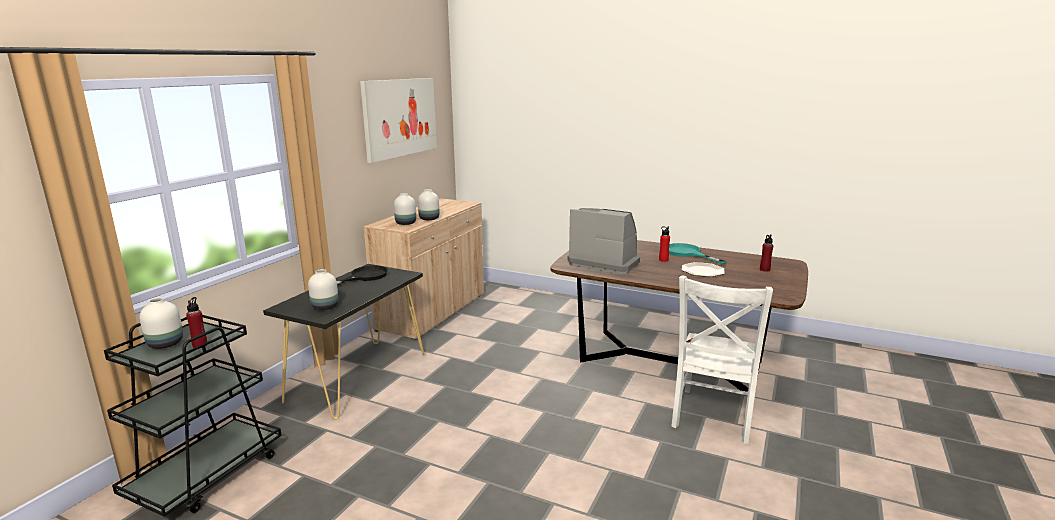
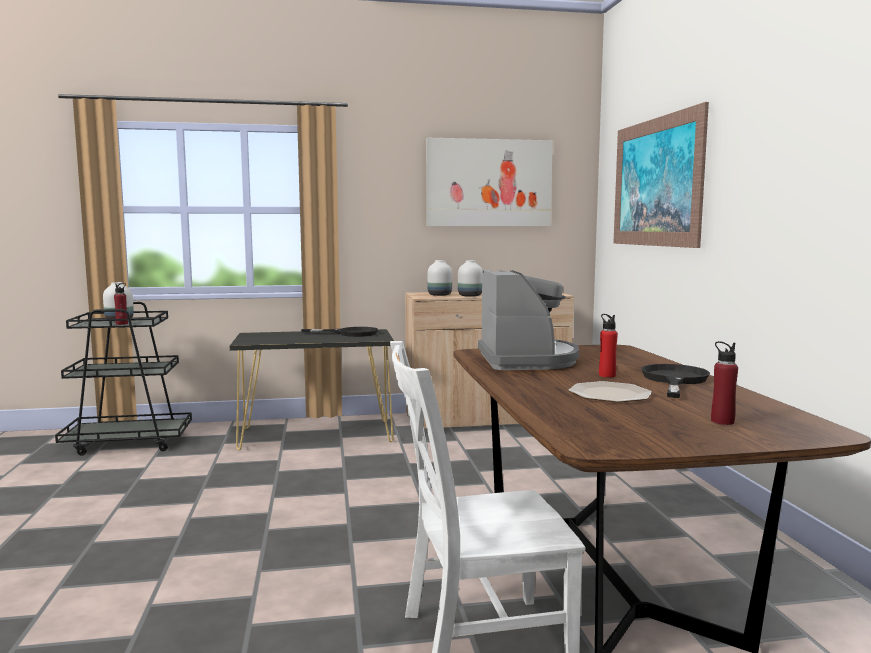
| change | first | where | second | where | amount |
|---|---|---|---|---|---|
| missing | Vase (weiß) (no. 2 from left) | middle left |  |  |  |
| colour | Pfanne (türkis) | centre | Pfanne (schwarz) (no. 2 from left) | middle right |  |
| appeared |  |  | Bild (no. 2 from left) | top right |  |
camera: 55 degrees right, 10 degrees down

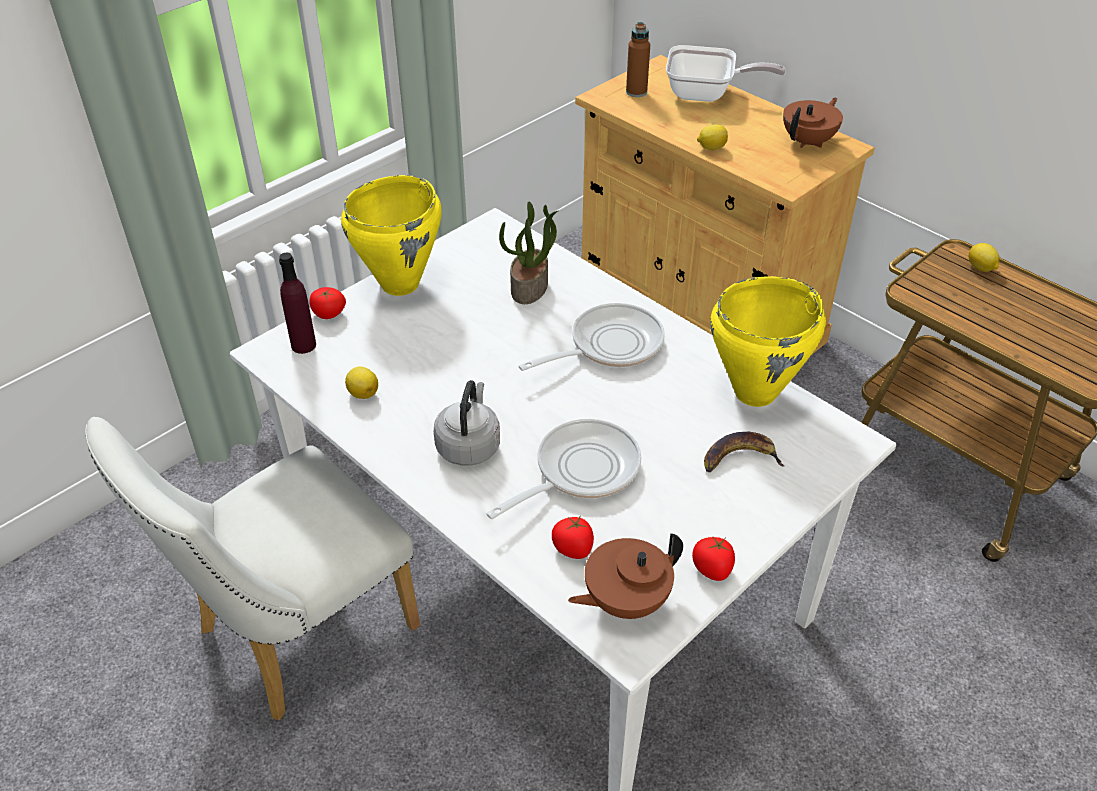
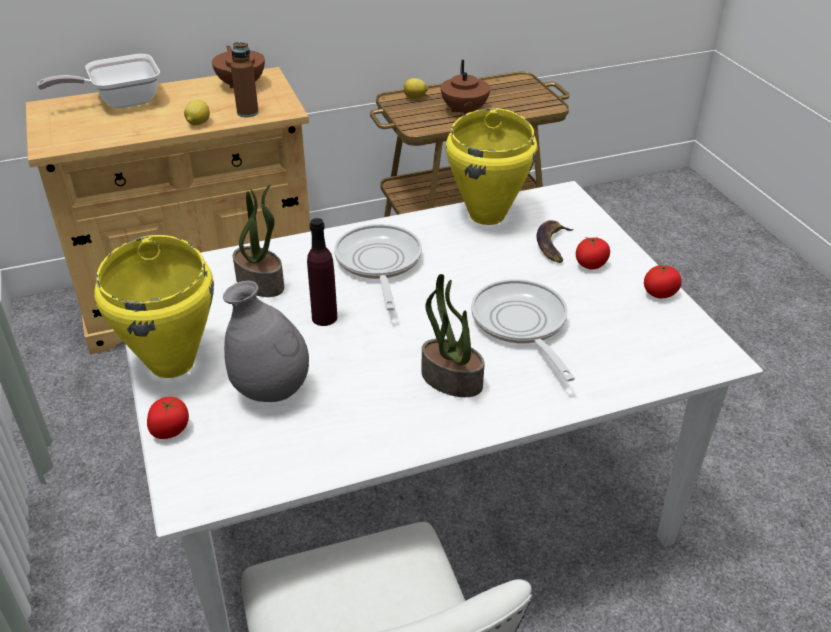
| change | first | where | second | where | amount |
|---|---|---|---|---|---|
| relocated | Flasche (lila) | middle left |  | centre |  |
| missing | Zitrone (no. 1 from left) | middle left |  |  |  |
| exchanged | Wasserkessel (grau) | centre | Topfpflanze (no. 2 from left) | centre |  |
| relocated | Tomate (no. 2 from left) | bottom centre |  | middle right |  |
| relocated | Teekanne (braun) (no. 1 from left in the first image) | bottom centre | Teekanne (braun) (no. 2 from left) | top centre |  |
| relocated | Flasche (braun) | top centre |  | top left |  |
| spun | Pfanne (no. 3 from left in the first image) | top centre | Pfanne (no. 1 from left) | top left | 150 degrees counterclockwise |
| appeared |  |  | Vase (grau) | middle left |  |
camera: 65 degrees left, 5 degrees down

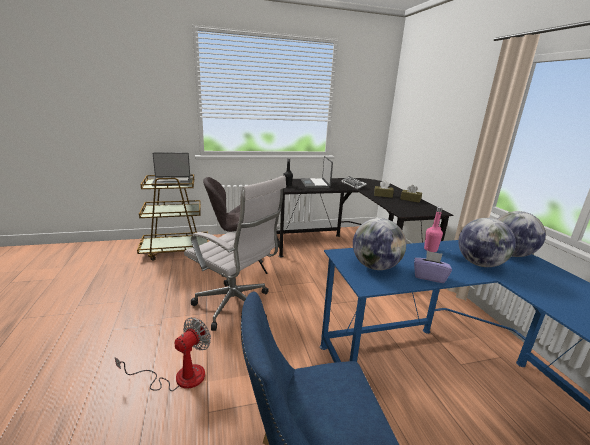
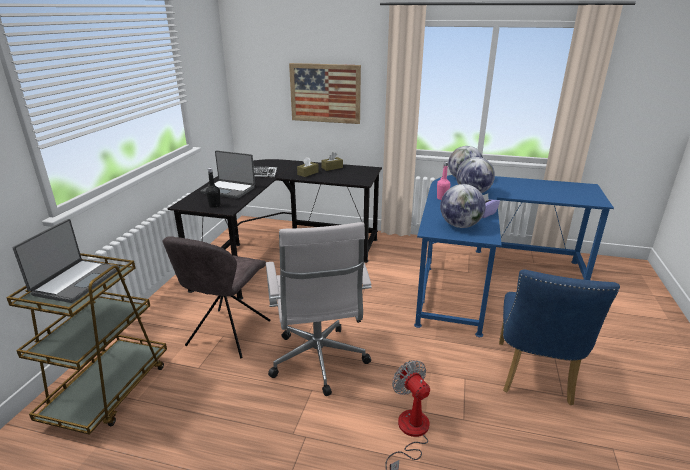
| change | first | where | second | where | amount |
|---|---|---|---|---|---|
| spun | Bürostuhl (weiß) | centre |  | centre | 105 degrees clockwise |
| appeared |  |  | Bild | top centre |  |
camera: 60 degrees left, 5 degrees up

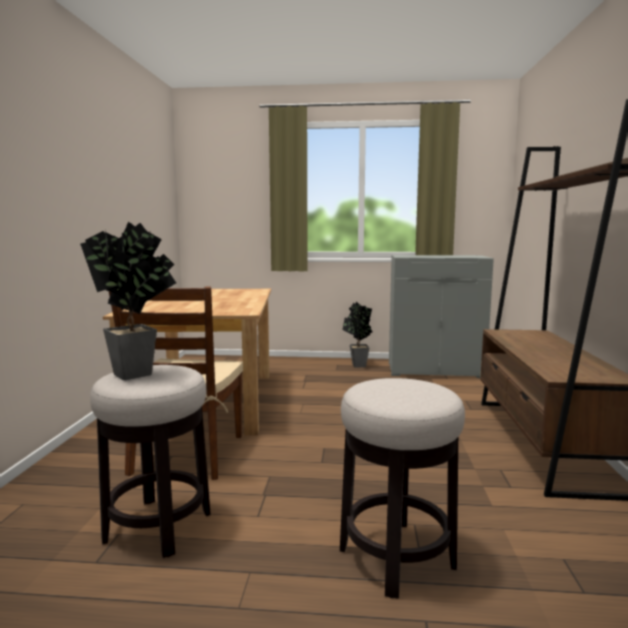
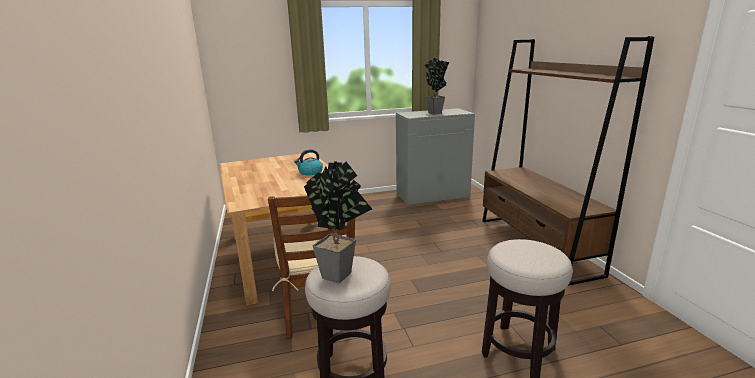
| change | first | where | second | where | amount |
|---|---|---|---|---|---|
| relocated | Topfpflanze (no. 2 from left) | centre |  | top centre |  |
| appeared |  |  | Wasserkessel | centre |  |
camera: 20 degrees left, 10 degrees up

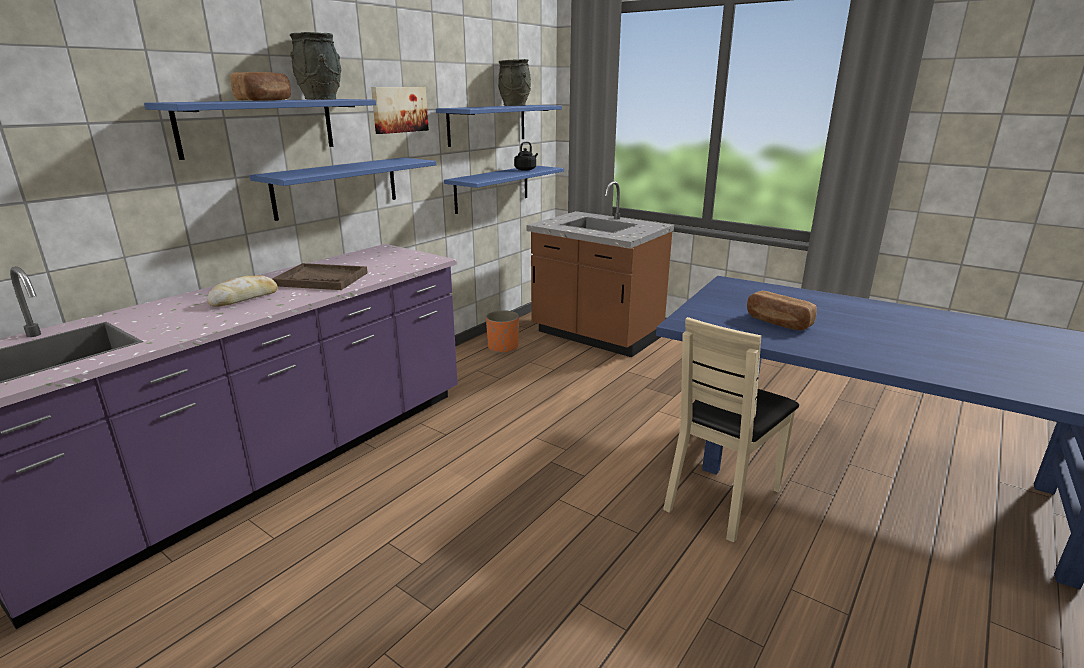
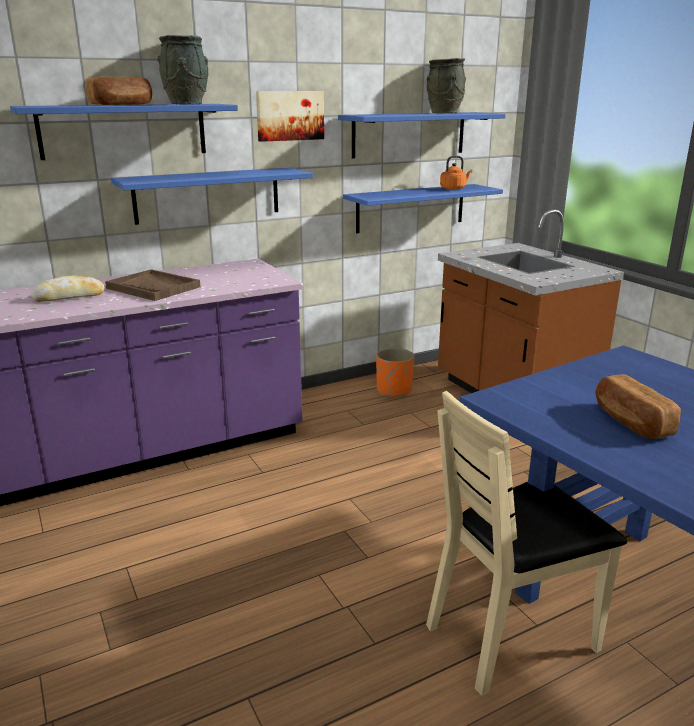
| change | first | where | second | where | amount |
|---|---|---|---|---|---|
| colour | Wasserkessel (schwarz) | top centre | Wasserkessel (orange) | top centre |  |
camera: 25 degrees right, 0 degrees up

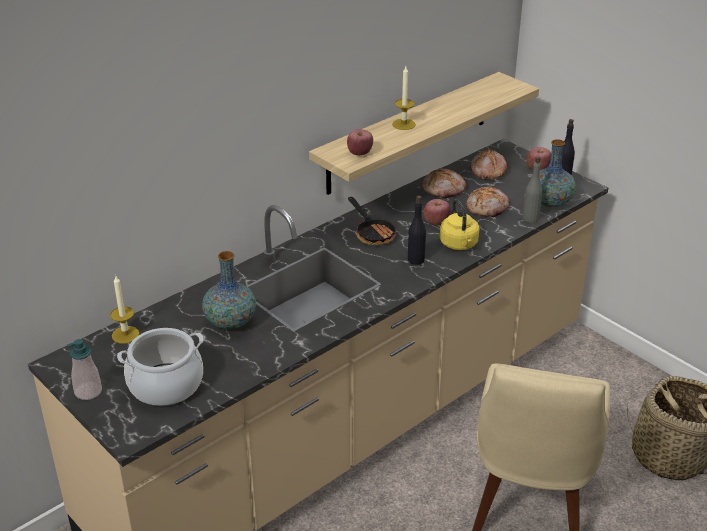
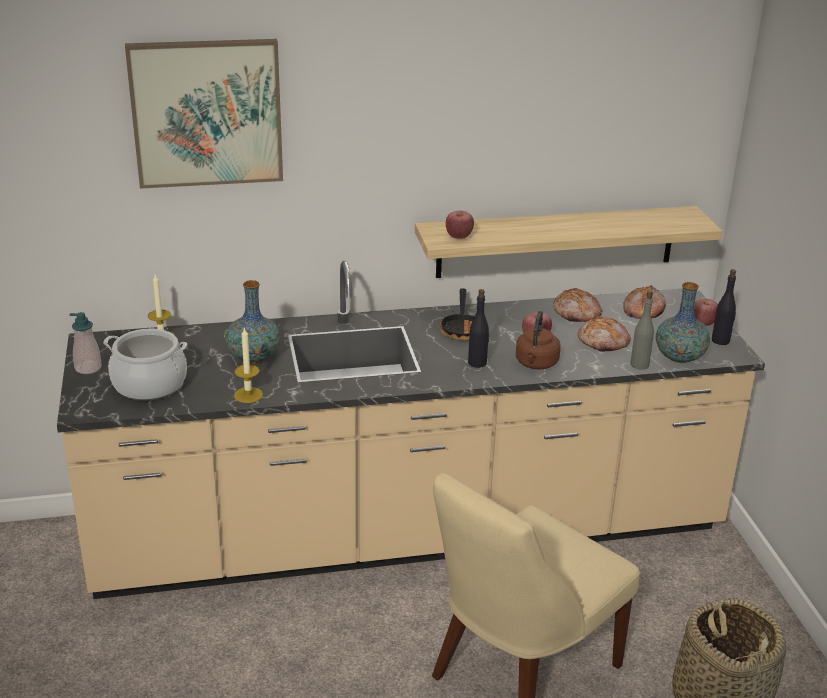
| change | first | where | second | where | amount |
|---|---|---|---|---|---|
| relocated | Kerze (no. 2 from left) | top centre |  | middle left |  |
| colour | Wasserkessel (gelb) | centre | Wasserkessel (braun) | centre |  |
| appeared |  |  | Bild | top left |  |
camera: 30 degrees right, 5 degrees down

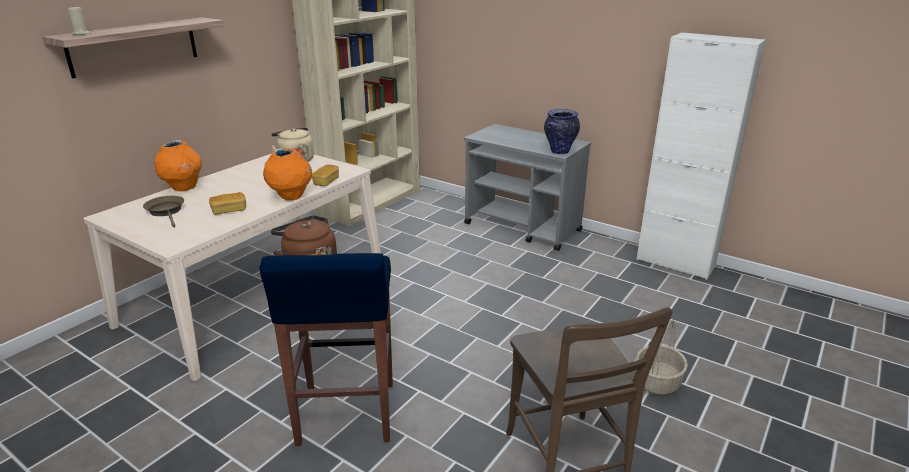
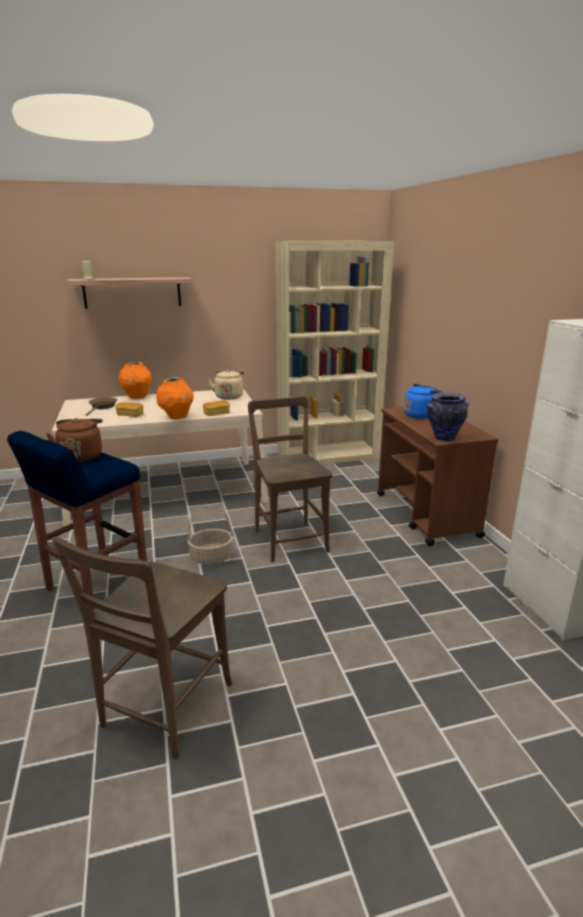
| change | first | where | second | where | amount |
|---|---|---|---|---|---|
| colour | Rollwagen (grau) | centre | Rollwagen (braun) | middle right |  |
| relocated | Korb | bottom right |  | centre |  |
| appeared |  |  | Stuhl (braun) (no. 2 from left) | centre |  |
| appeared |  |  | Wasserkessel (blau) | middle right |  |
camera: 40 degrees right, 5 degrees down

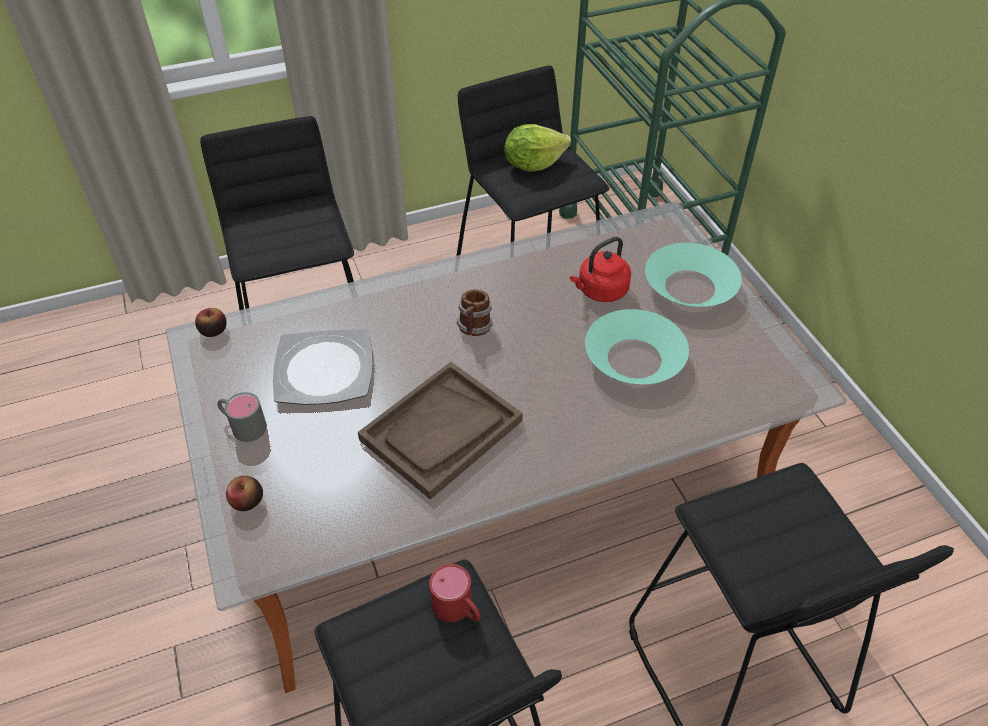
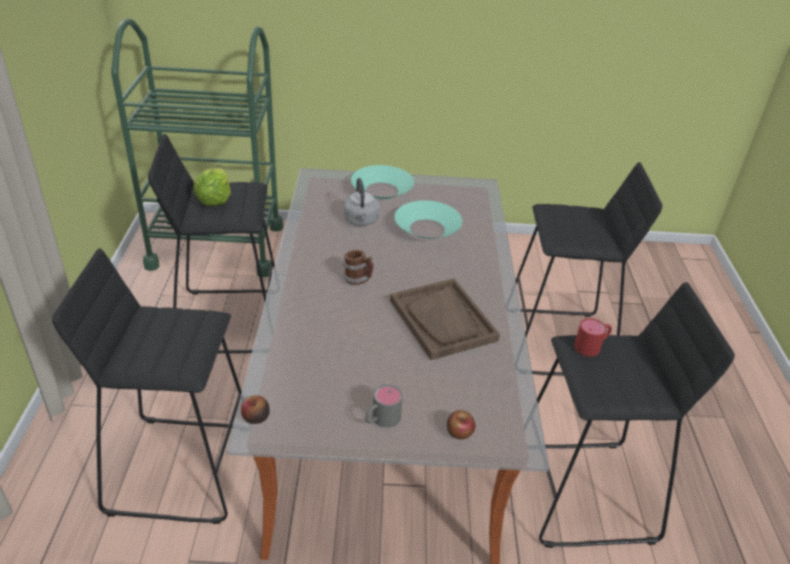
| change | first | where | second | where | amount |
|---|---|---|---|---|---|
| missing | Teller | middle left |  |  |  |
| colour | Wasserkessel (rot) | centre | Wasserkessel (grau) | centre |  |
camera: 70 degrees left, 10 degrees down

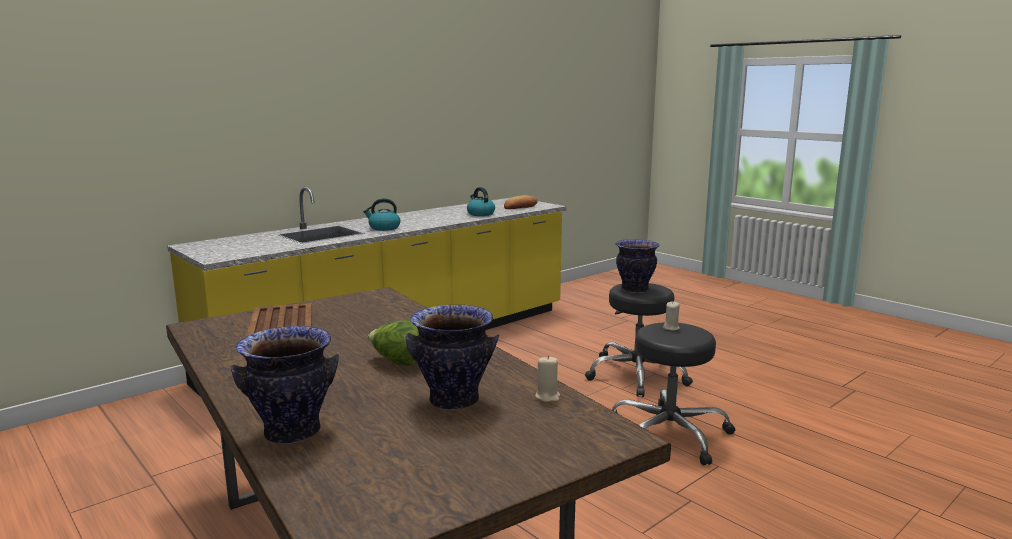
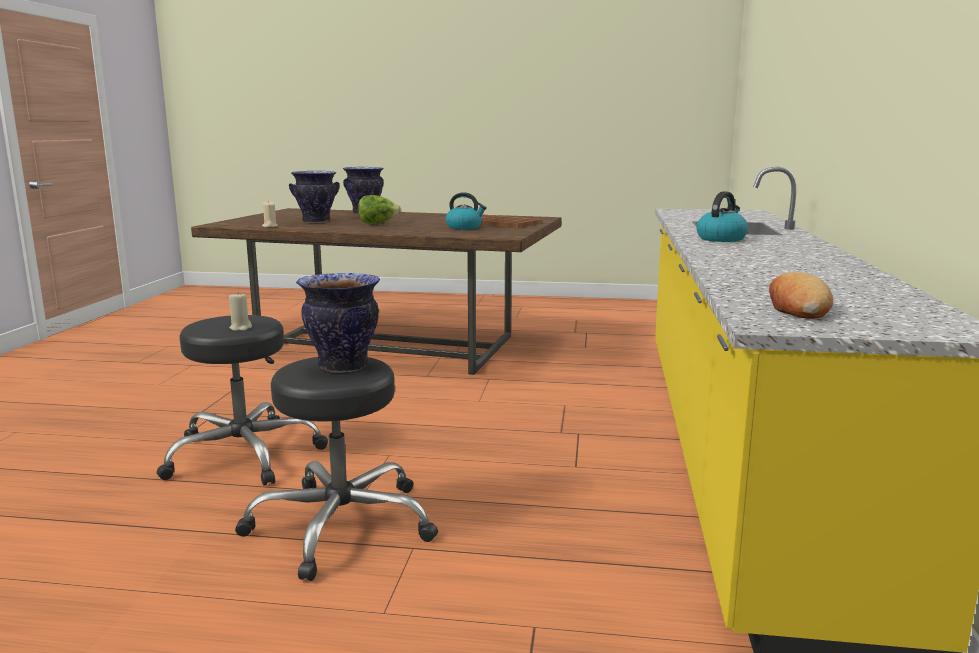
| change | first | where | second | where | amount |
|---|---|---|---|---|---|
| relocated | Wasserkessel (no. 2 from left in the first image) | centre | Wasserkessel (no. 1 from left) | top centre |  |
camera: 140 degrees right, 0 degrees up

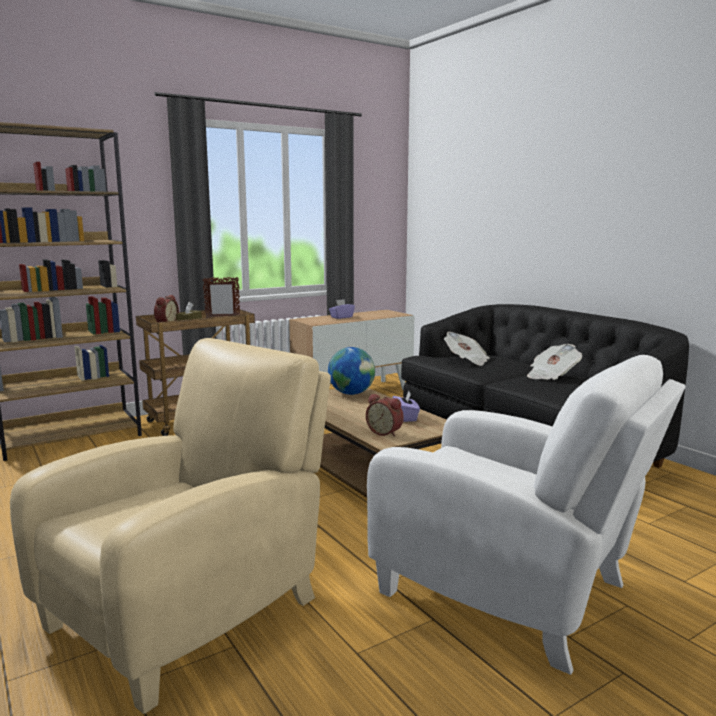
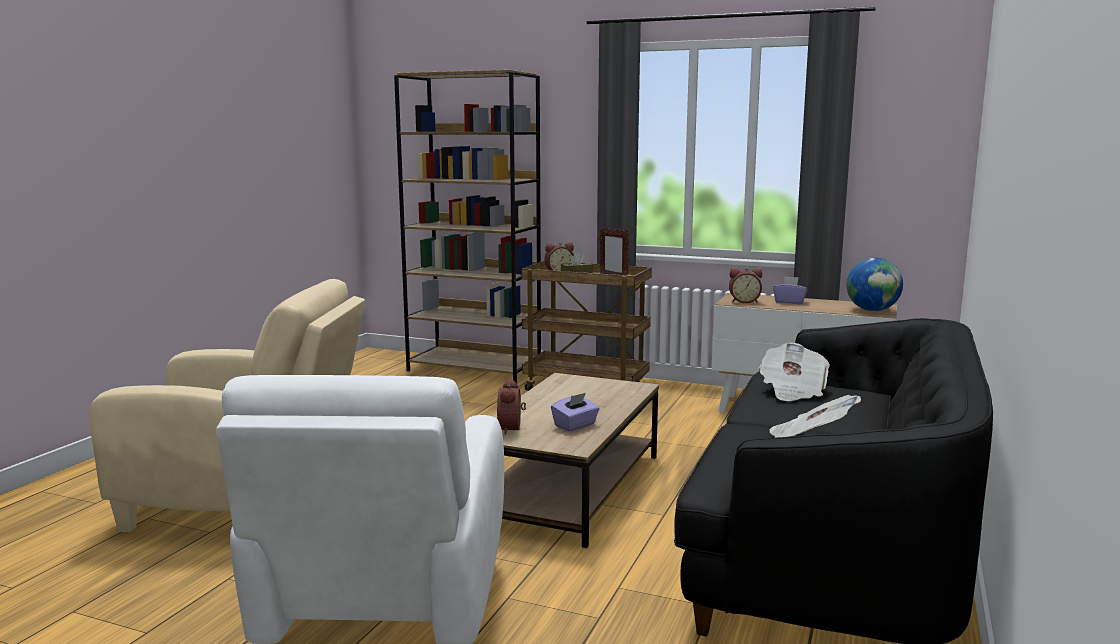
| change | first | where | second | where | amount |
|---|---|---|---|---|---|
| relocated | Globus | centre |  | middle right |  |
| appeared |  |  | Wecker (no. 3 from left) | centre |  |
camera: 55 degrees right, 0 degrees up

